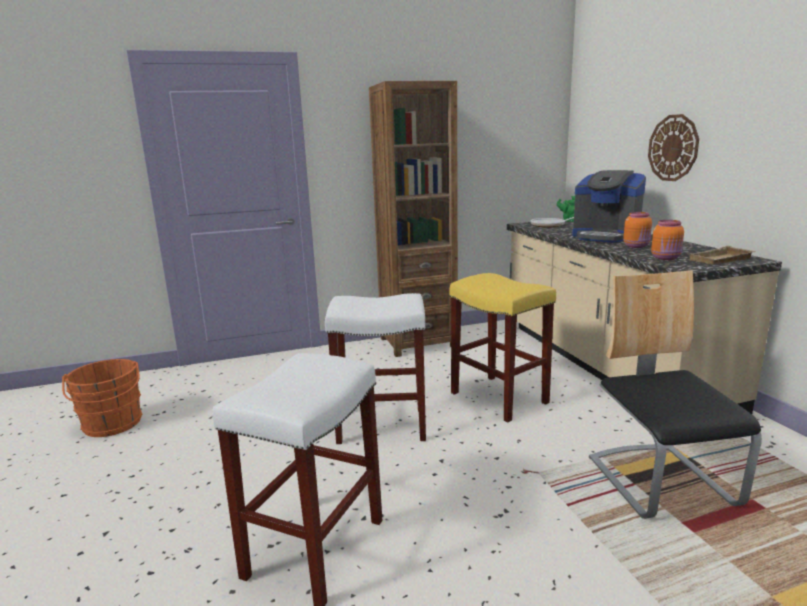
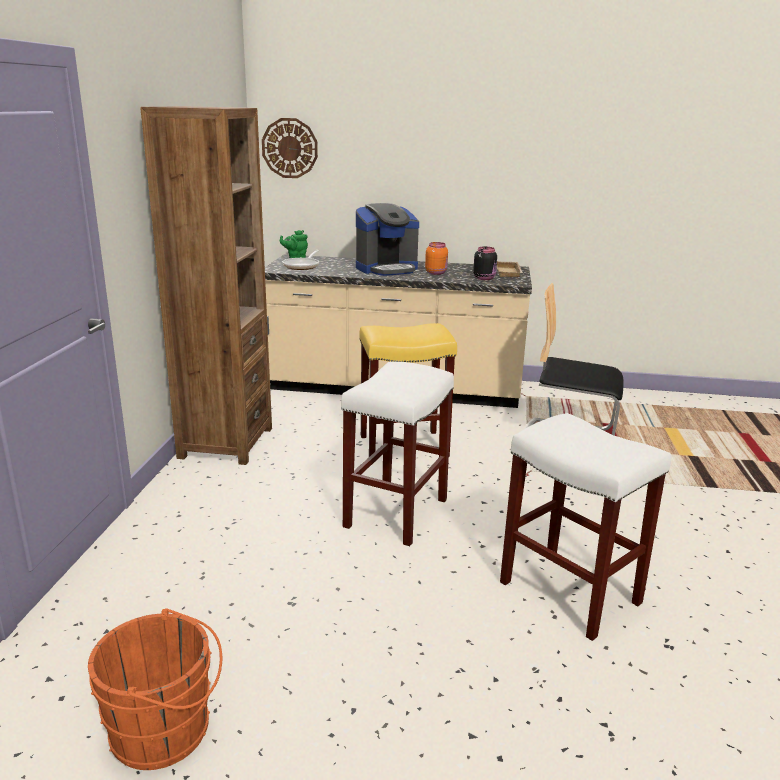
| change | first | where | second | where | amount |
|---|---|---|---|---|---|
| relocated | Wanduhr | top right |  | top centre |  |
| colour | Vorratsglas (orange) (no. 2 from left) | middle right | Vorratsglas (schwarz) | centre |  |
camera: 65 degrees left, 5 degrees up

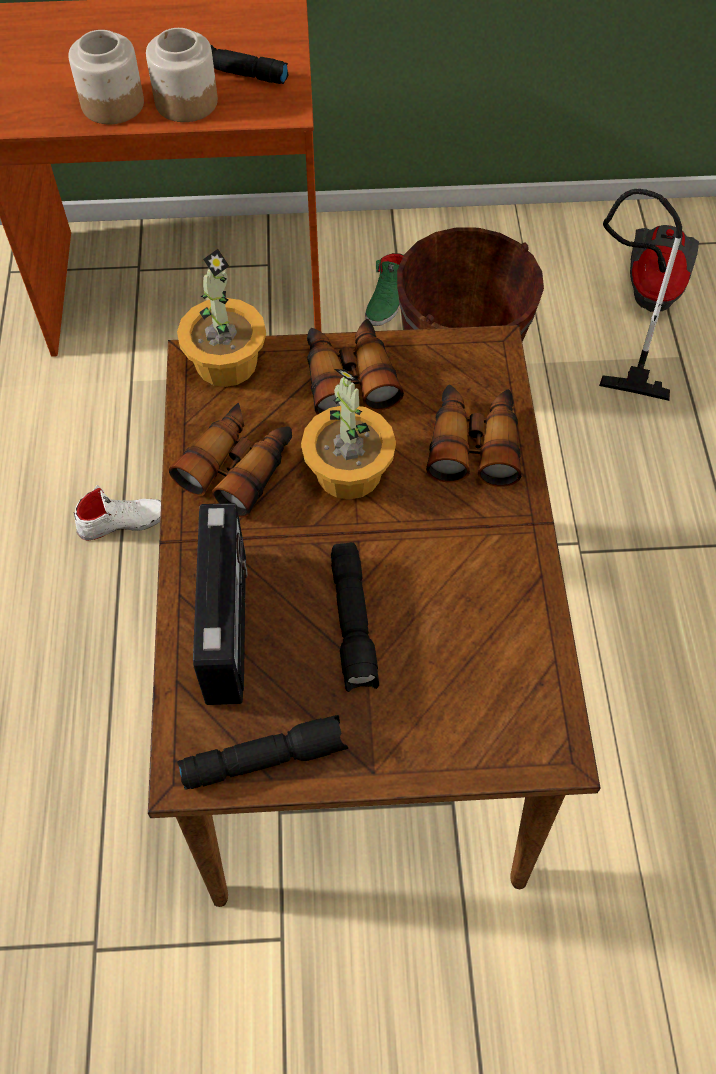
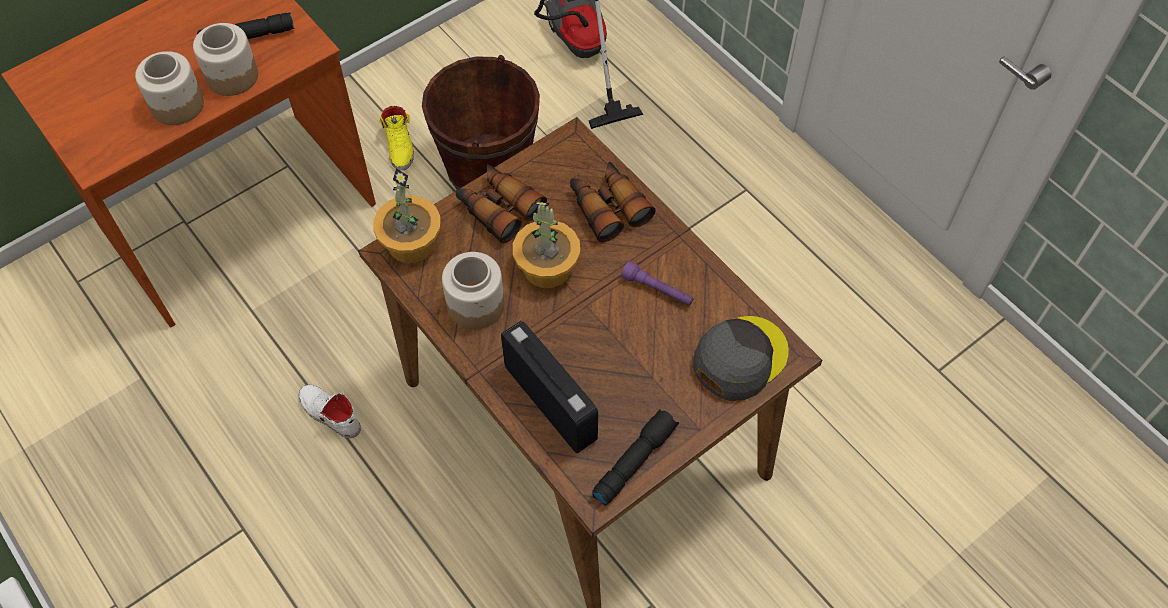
| change | first | where | second | where | amount |
|---|---|---|---|---|---|
| spun | Schuh (weiß) | middle left |  | bottom left | 90 degrees counterclockwise |
| exchanged | Fernglas (no. 1 from left) | middle left | Vorratsglas (no. 3 from left) | centre |  |
| missing | Taschenlampe (schwarz) (no. 3 from left) | centre |  |  |  |
| colour | Schuh (grün) | top centre | Schuh (gelb) | top centre |  |
| appeared |  |  | Taschenlampe (lila) | centre |  |
| appeared |  |  | Kappe (grau) | centre |  |
camera: 35 degrees left, 0 degrees up

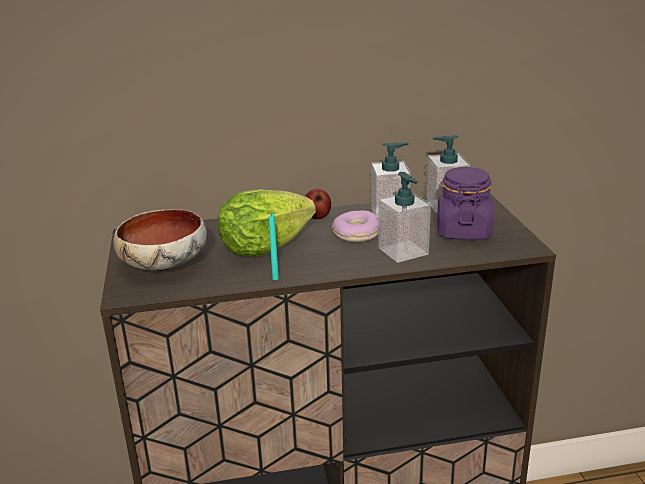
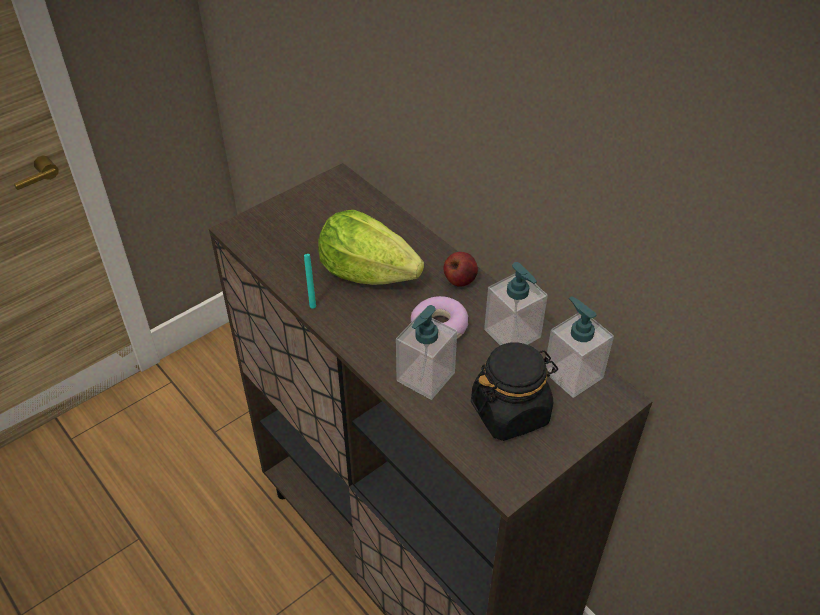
| change | first | where | second | where | amount |
|---|---|---|---|---|---|
| missing | Schüssel | middle left |  |  |  |
| colour | Vorratsglas (lila) | middle right | Vorratsglas (schwarz) | centre |  |
camera: 60 degrees right, 20 degrees up

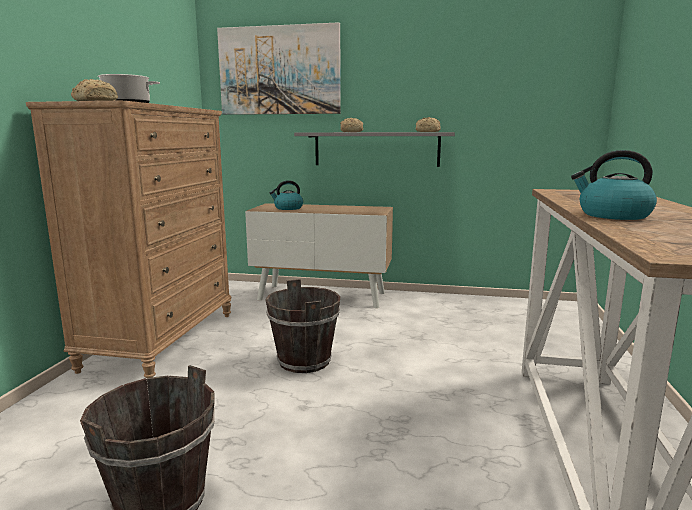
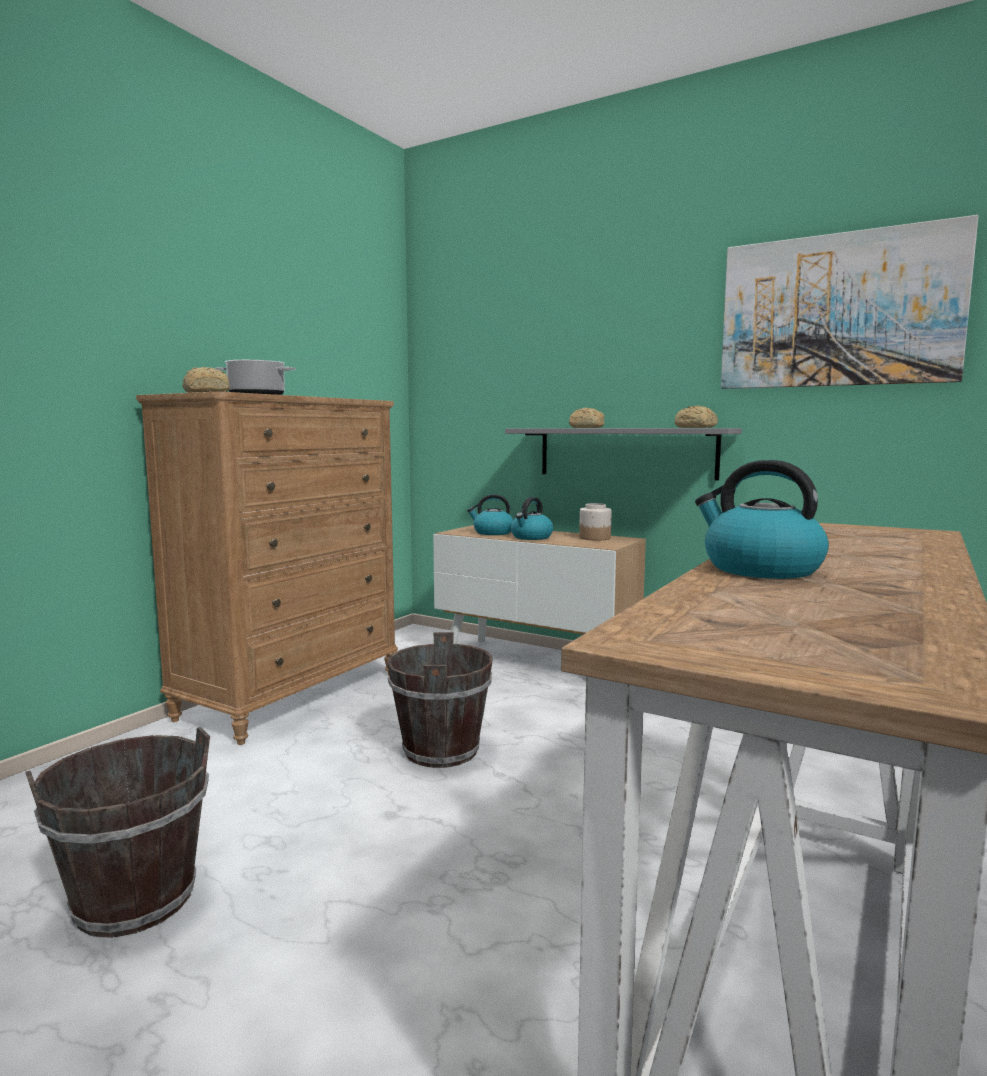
| change | first | where | second | where | amount |
|---|---|---|---|---|---|
| relocated | Bild | top centre |  | top right |  |
| appeared |  |  | Wasserkessel (no. 2 from left) | centre |  |
| appeared |  |  | Vorratsglas | centre |  |
camera: 20 degrees right, 5 degrees down

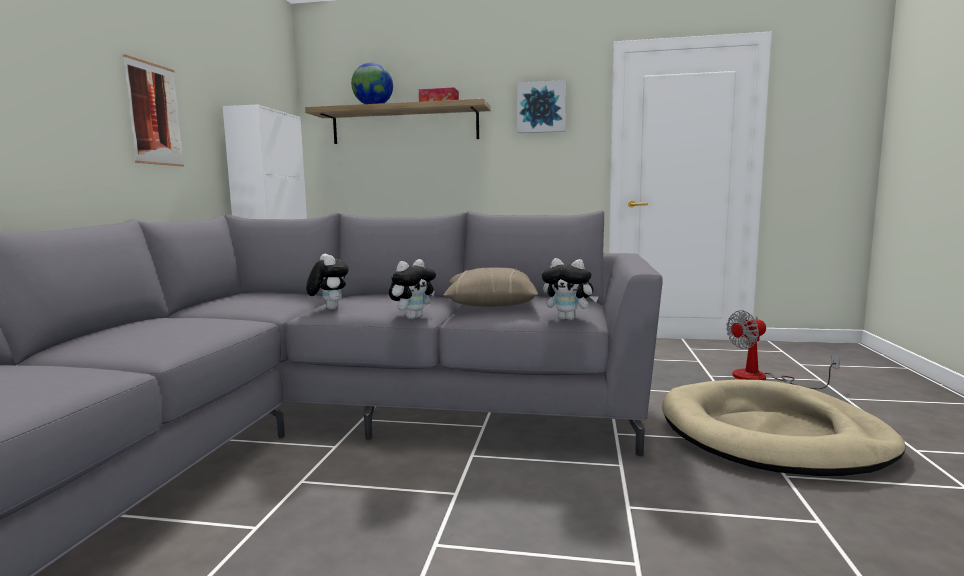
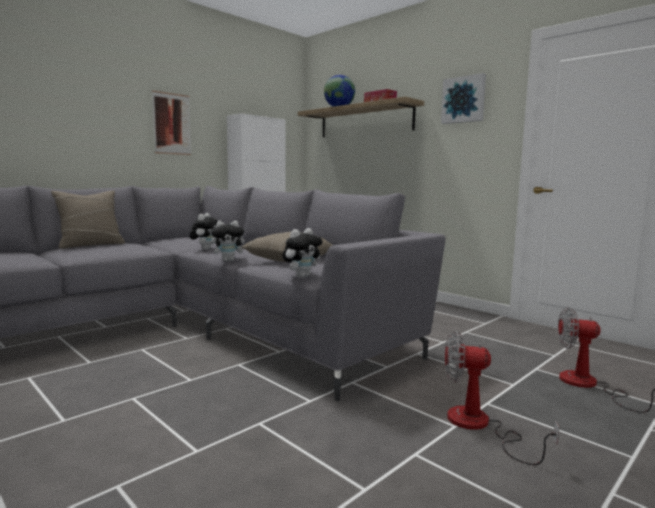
| change | first | where | second | where | amount |
|---|---|---|---|---|---|
| spun | Plüschtier (no. 3 from left) | centre |  | centre | 105 degrees counterclockwise |
| exchanged | Hundebett (beige) | bottom right | Ventilator (no. 1 from left) | bottom right |  |
| appeared |  |  | Kissen (beige) (no. 1 from left) | middle left |  |
camera: 35 degrees right, 0 degrees up

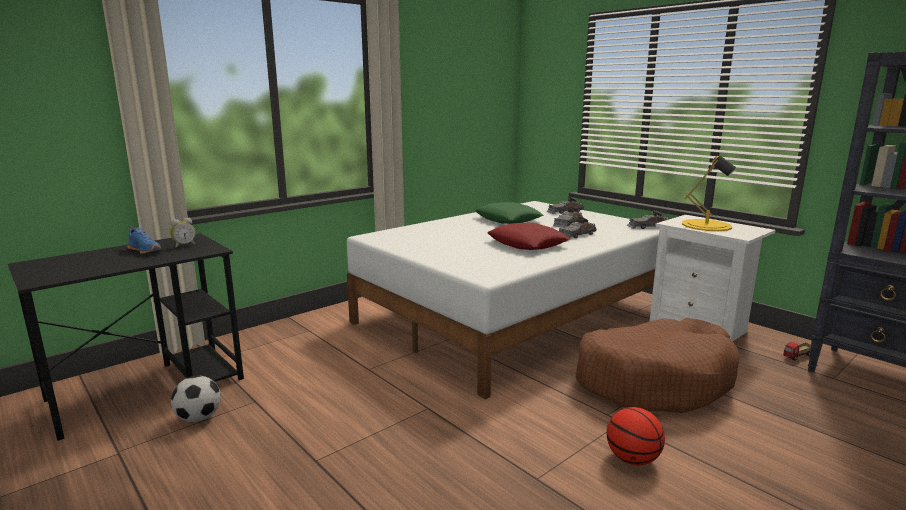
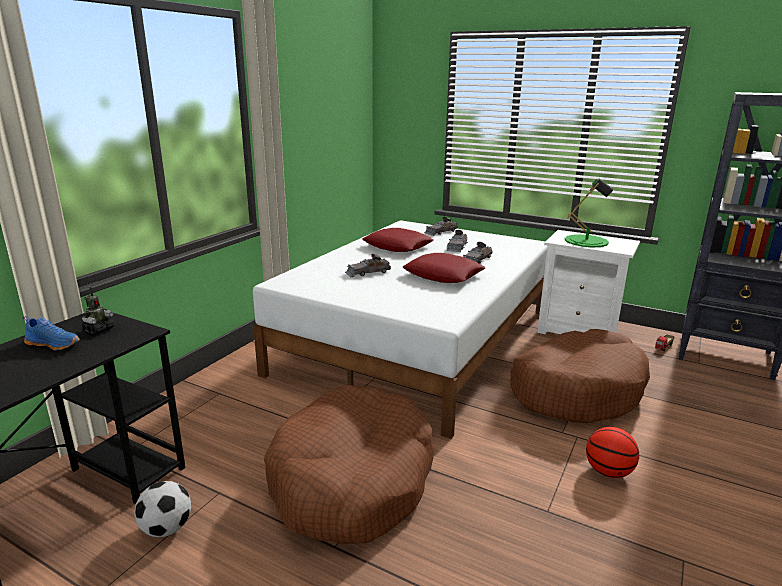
| change | first | where | second | where | amount |
|---|---|---|---|---|---|
| exchanged | Wecker | middle left | Spielzeugroboter | middle left |  |
| colour | Kissen (grün) | centre | Kissen (rot) (no. 1 from left) | centre |  |
| relocated | Spielzeugauto (grau) (no. 4 from left in the first image) | middle right | Spielzeugauto (grau) (no. 1 from left) | centre |  |
| colour | Tischlampe (gelb) | middle right | Tischlampe (grün) | middle right |  |
| appeared |  |  | Hundebett (braun) (no. 1 from left) | bottom centre |  |
camera: 20 degrees left, 5 degrees up

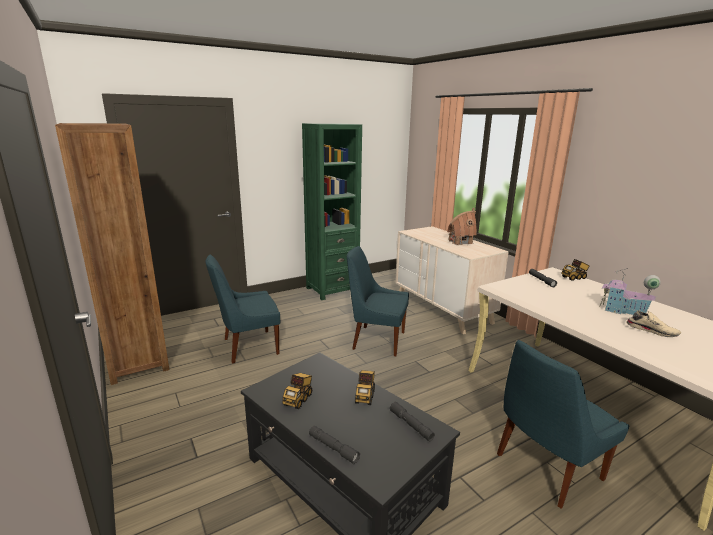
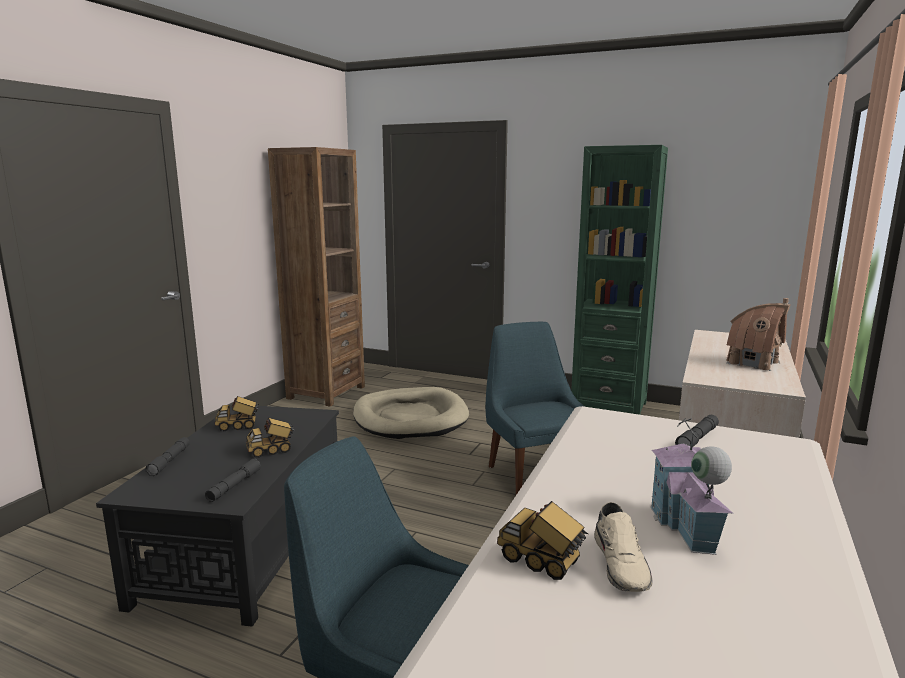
| change | first | where | second | where | amount |
|---|---|---|---|---|---|
| exchanged | Stuhl (blau) (no. 1 from left) | centre | Hundebett (beige) | centre |  |
| relocated | Spielzeuglaster (no. 3 from left) | middle right |  | bottom centre |  |
camera: 55 degrees right, 5 degrees down

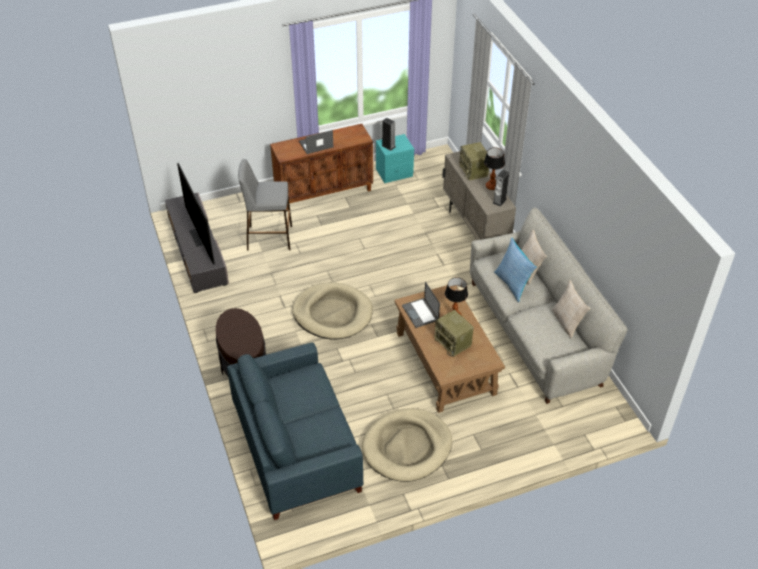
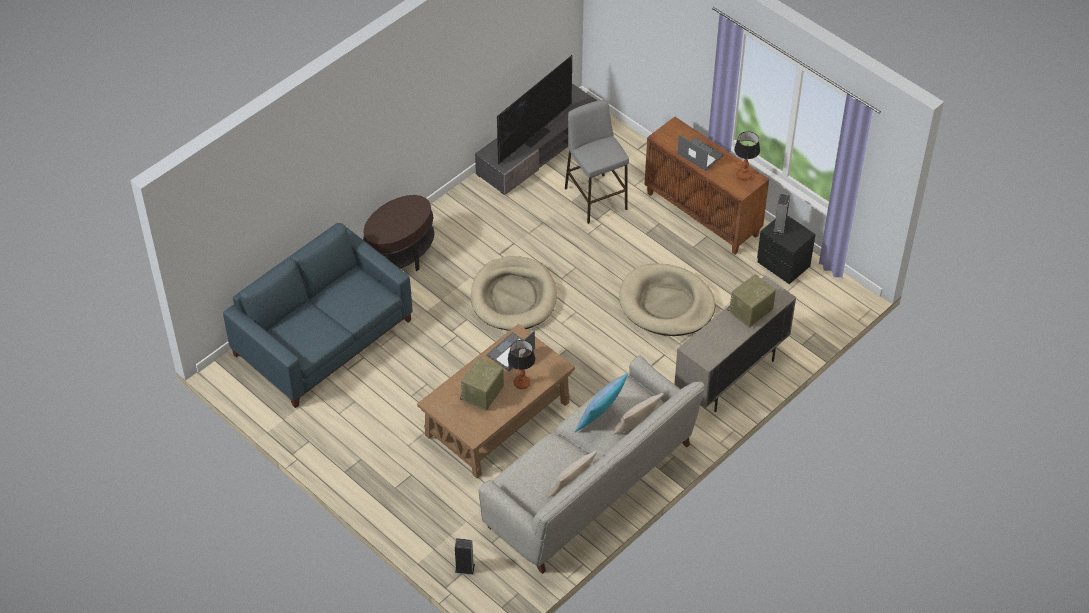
| change | first | where | second | where | amount |
|---|---|---|---|---|---|
| relocated | Hundebett (beige) (no. 2 from left) | bottom centre |  | centre |  |
| colour | Nachttisch (türkis) | top centre | Nachttisch (schwarz) | middle right |  |
| relocated | Tischlampe (no. 2 from left) | top centre |  | top right |  |
| relocated | Lautsprecher (no. 2 from left in the first image) | top centre | Lautsprecher (no. 1 from left) | bottom centre |  |
camera: 65 degrees right, 5 degrees up

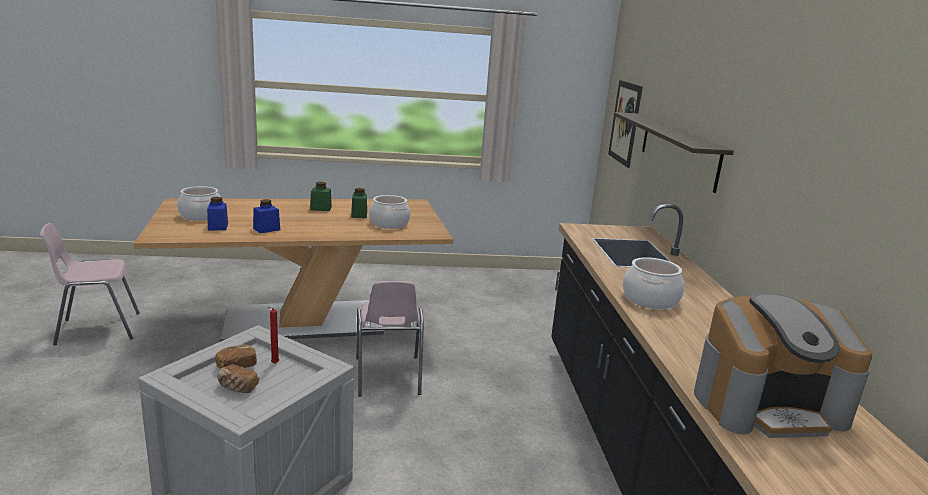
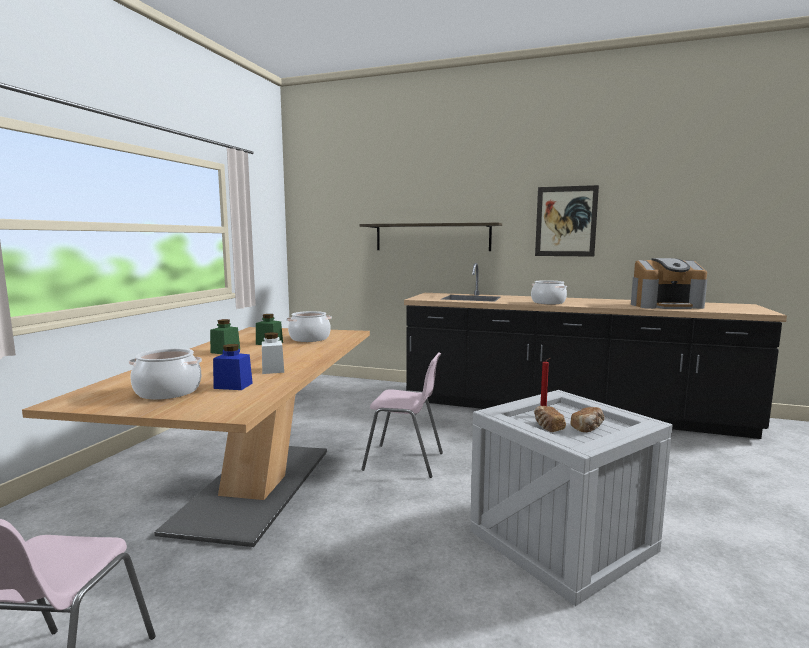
| change | first | where | second | where | amount |
|---|---|---|---|---|---|
| colour | Vorratsglas (blau) (no. 2 from left) | middle left | Vorratsglas (weiß) | centre |  |
| relocated | Bild | top right |  | middle right |  |
| spun | Kaffeemaschine | bottom right |  | middle right | 75 degrees clockwise |
camera: 65 degrees left, 10 degrees down

